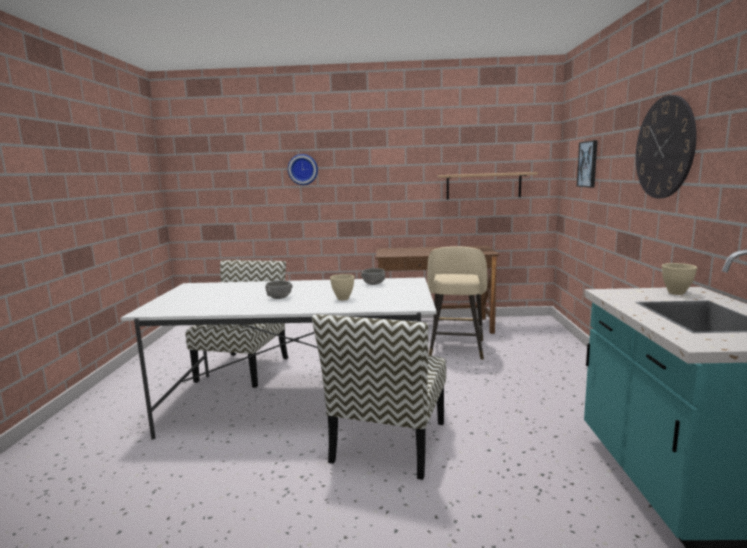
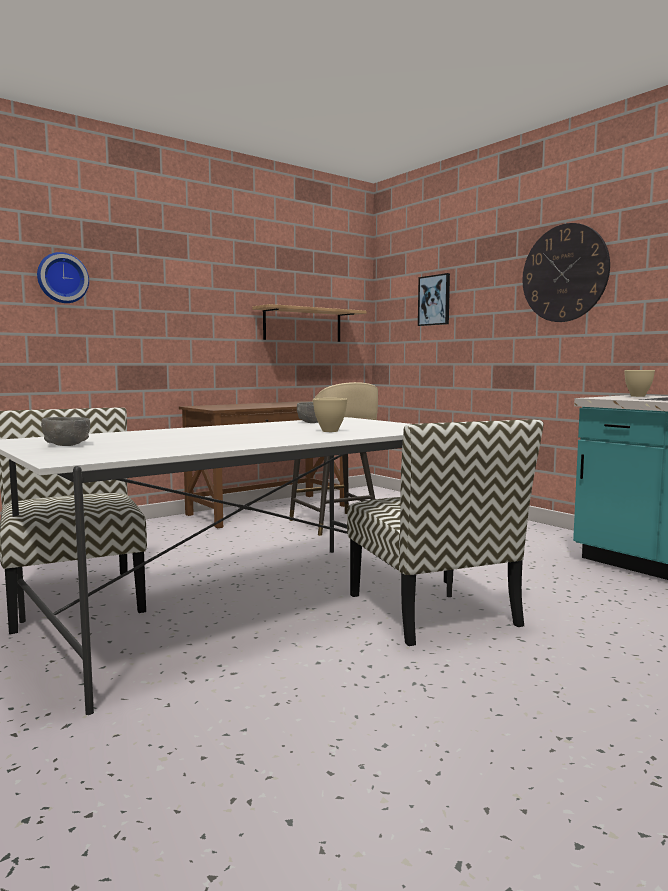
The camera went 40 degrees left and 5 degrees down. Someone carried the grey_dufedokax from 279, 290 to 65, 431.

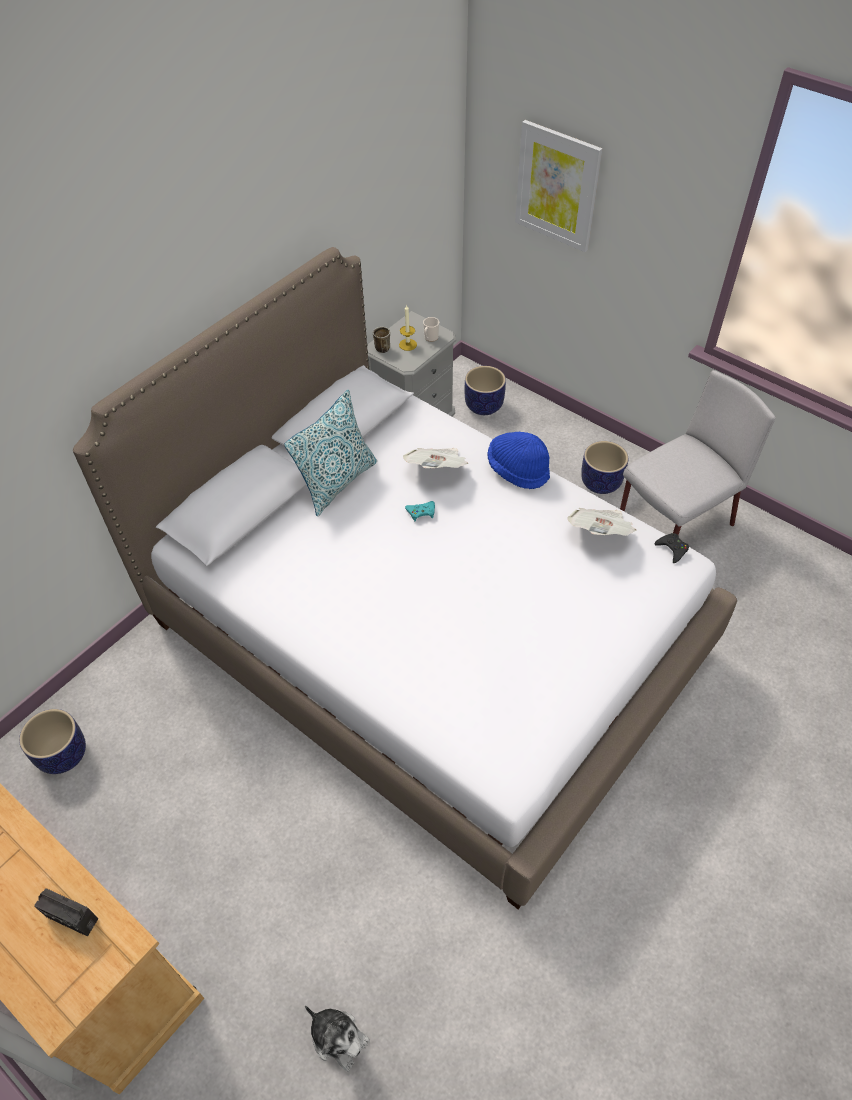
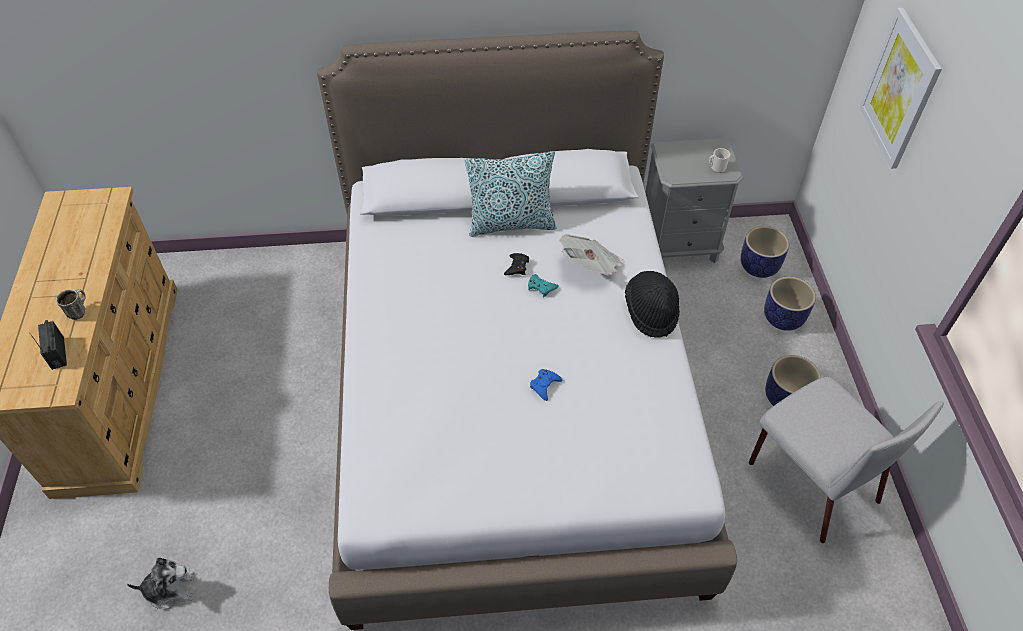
The camera went 45 degrees right and 0 degrees up. Someone carried the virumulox from 52, 741 to 790, 303. Someone rotated the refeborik at 337, 1038 by 90 degrees counterclockwise. Someone carried the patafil from 381, 339 to 71, 304. Someone took away the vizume at 408, 328. Someone repainted the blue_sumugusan at 518, 460, which became the black_sumugusan at 652, 304. Someone took away the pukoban at 601, 522. Someone rotated the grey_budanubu at 698, 452 by 45 degrees clockwise. Someone carried the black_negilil from 671, 548 to 516, 264. Someone put down the blue_negilil at 546, 385.

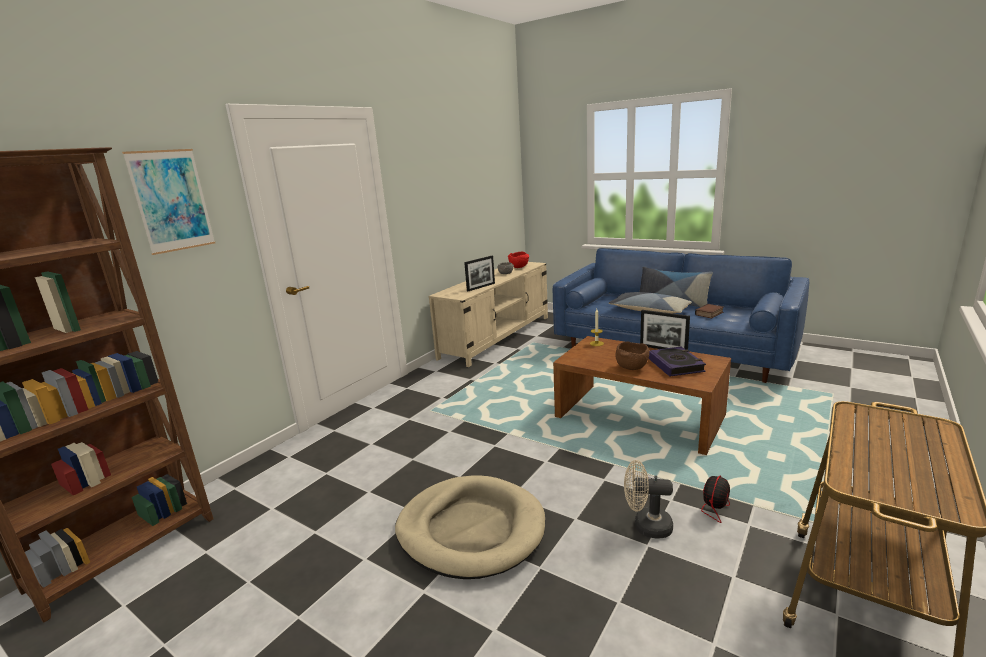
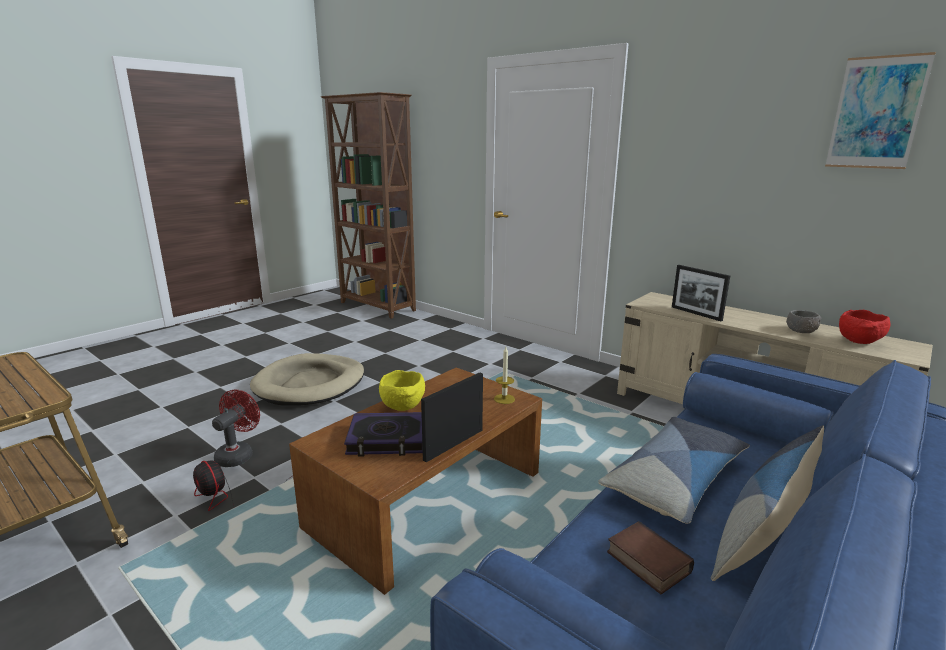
The camera went 95 degrees right and 0 degrees up. Someone carried the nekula from 168, 202 to 880, 110. Someone repainted the brown_dufedokax at 632, 355, which became the yellow_dufedokax at 402, 390. Someone repainted the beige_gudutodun at 648, 499, which became the red_gudutodun at 236, 428.

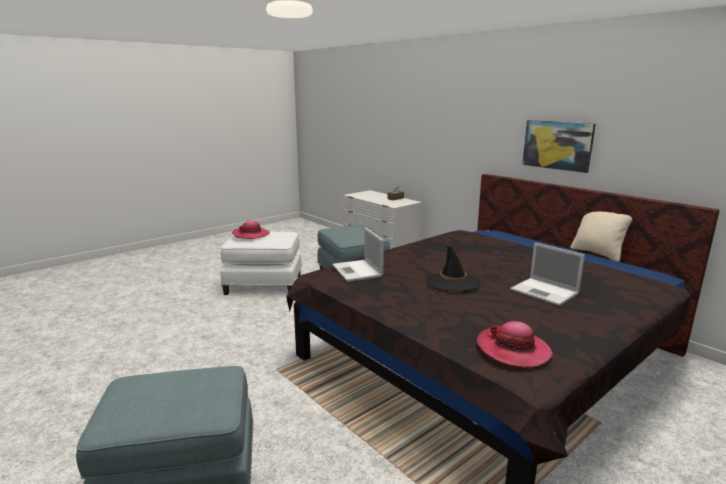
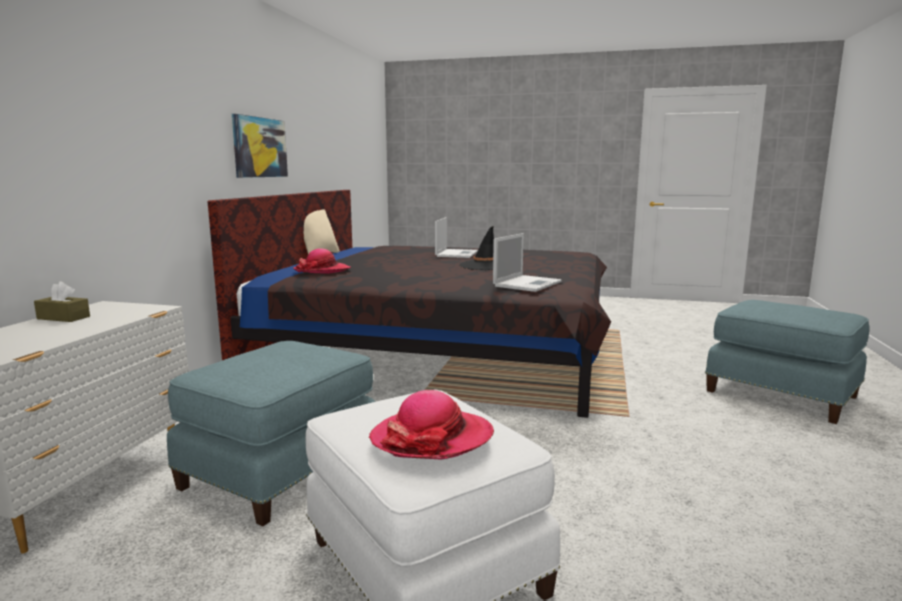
The camera went 125 degrees left and 5 degrees down. Someone carried the sumugusan from 515, 344 to 322, 261.

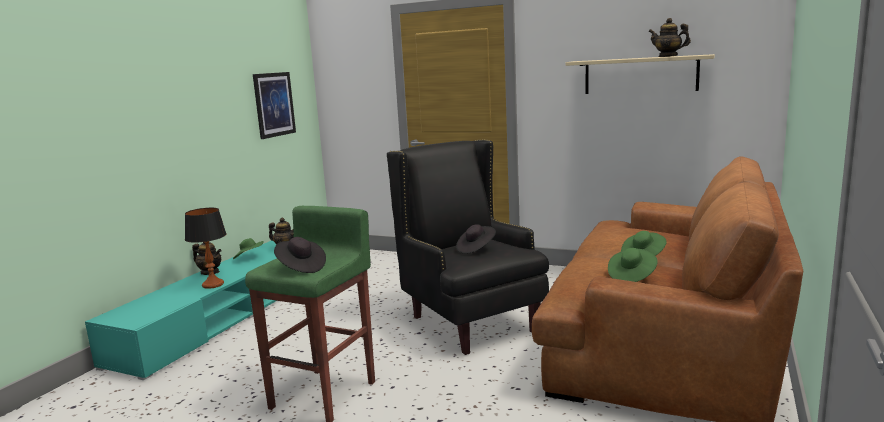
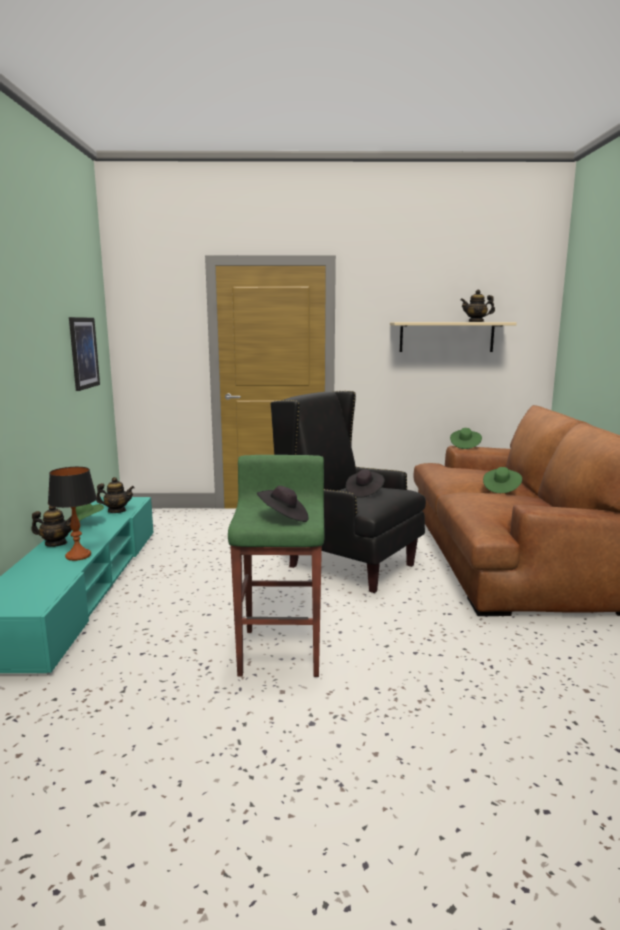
The camera went 25 degrees left and 0 degrees up. Someone carried the green_sumugusan from 633, 265 to 466, 438.

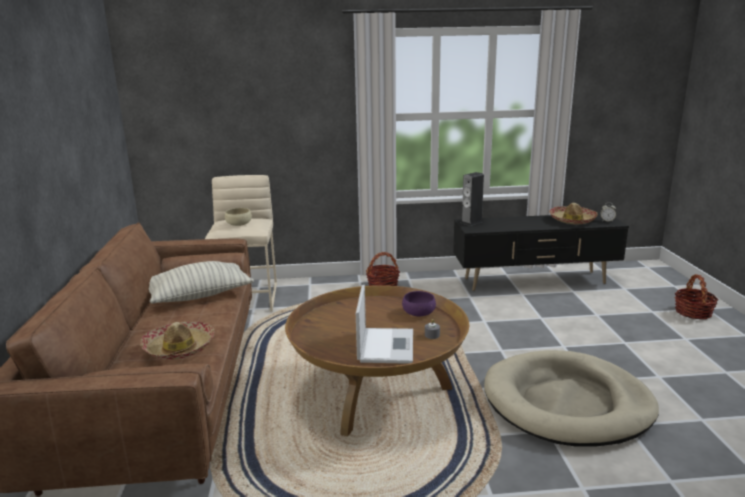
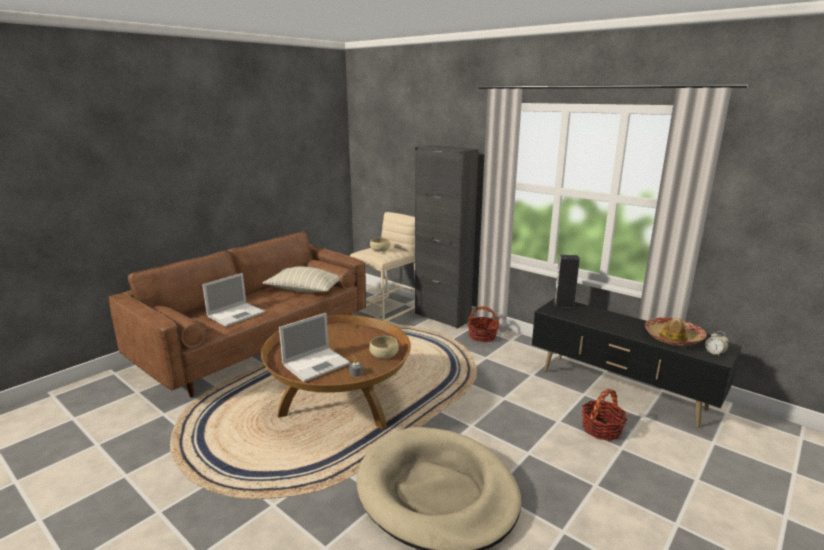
The camera went 45 degrees right and 0 degrees up. Someone swapped the sumugusan at 177, 340 for the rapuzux at 233, 300. Someone repainted the purple_dufedokax at 419, 303, which became the beige_dufedokax at 384, 347. Someone carried the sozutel from 696, 296 to 604, 415. Someone put down the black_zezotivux at 447, 237.

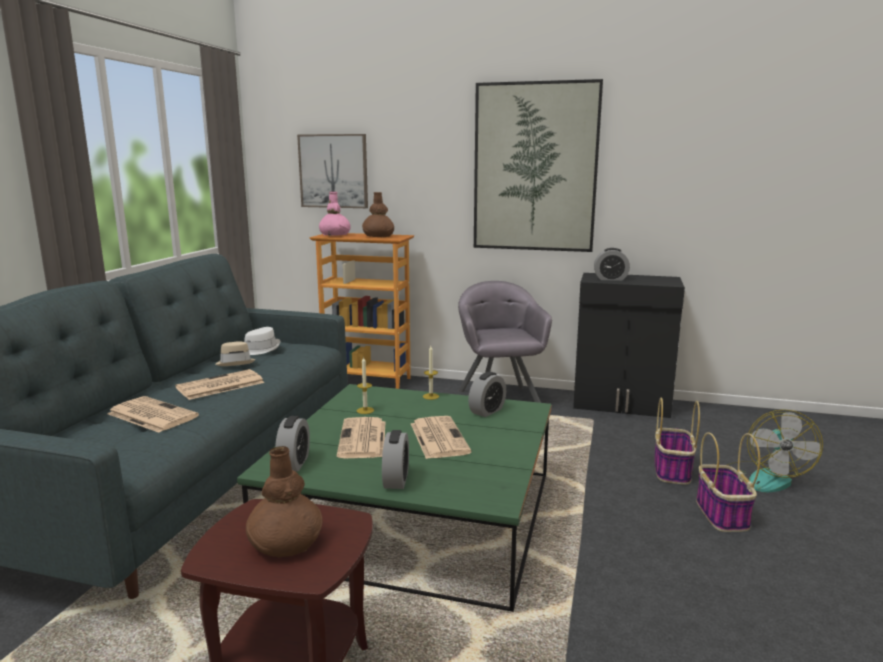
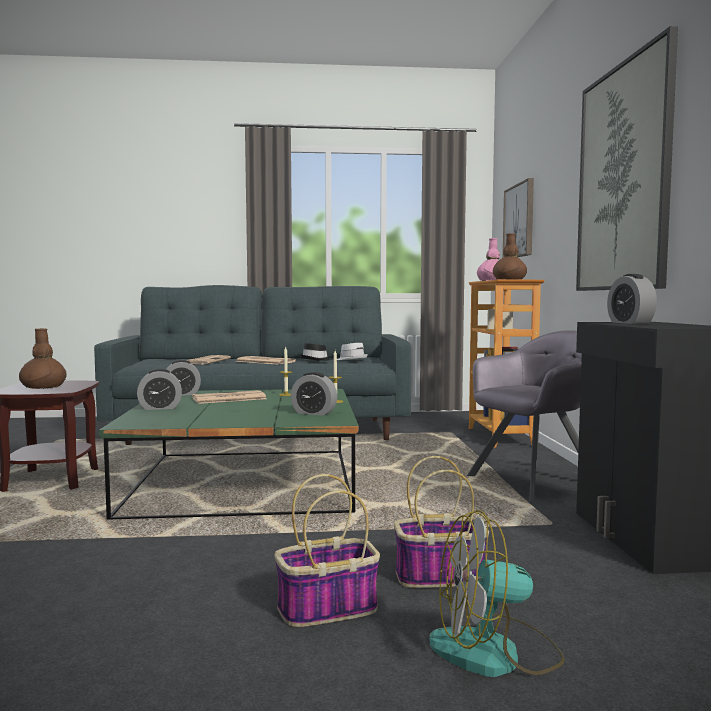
The camera went 70 degrees right and 10 degrees down. Someone repainted the beige_sumugusan at 235, 353, which became the black_sumugusan at 315, 352. Someone took away the pukoban at 441, 437.

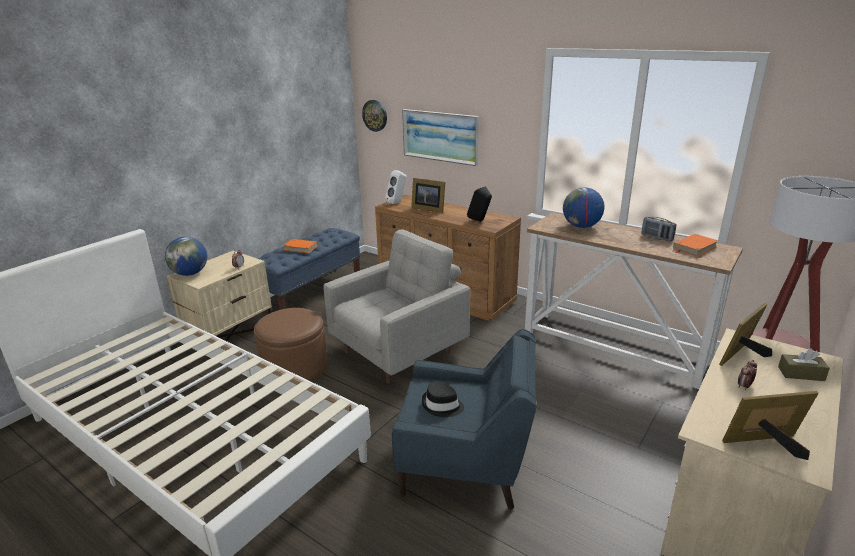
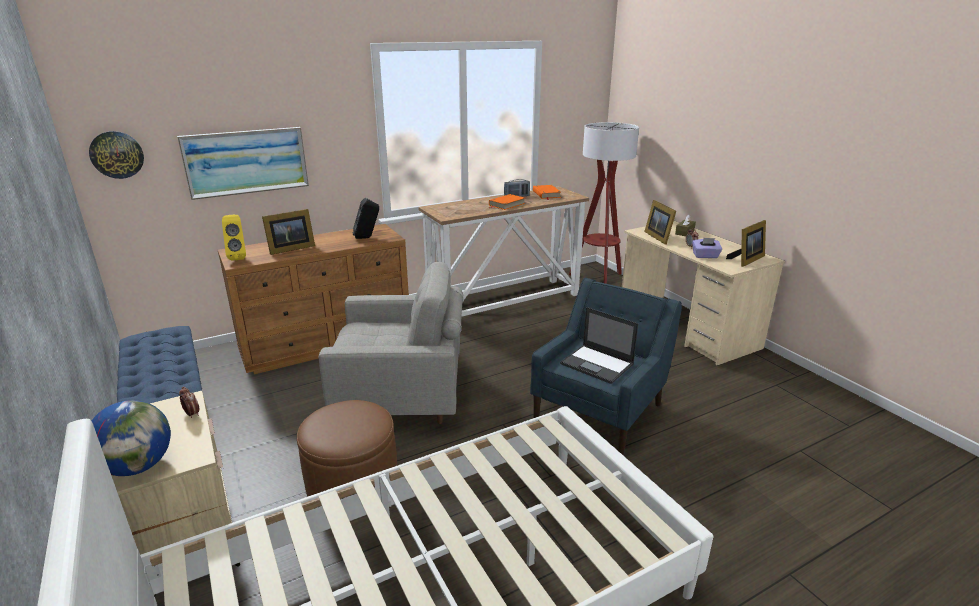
The camera went 65 degrees left and 0 degrees up. Someone carried the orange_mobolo from 300, 246 to 507, 202. Someone rotated the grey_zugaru at 396, 306 by 105 degrees clockwise. Someone repainted the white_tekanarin at 396, 187, which became the yellow_tekanarin at 234, 238. Someone swapped the black_sumugusan at 442, 399 for the rapuzux at 599, 345. Someone took away the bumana at 584, 207. Someone rotated the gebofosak at 770, 425 by 150 degrees counterclockwise. Someone put down the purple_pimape at 707, 248.

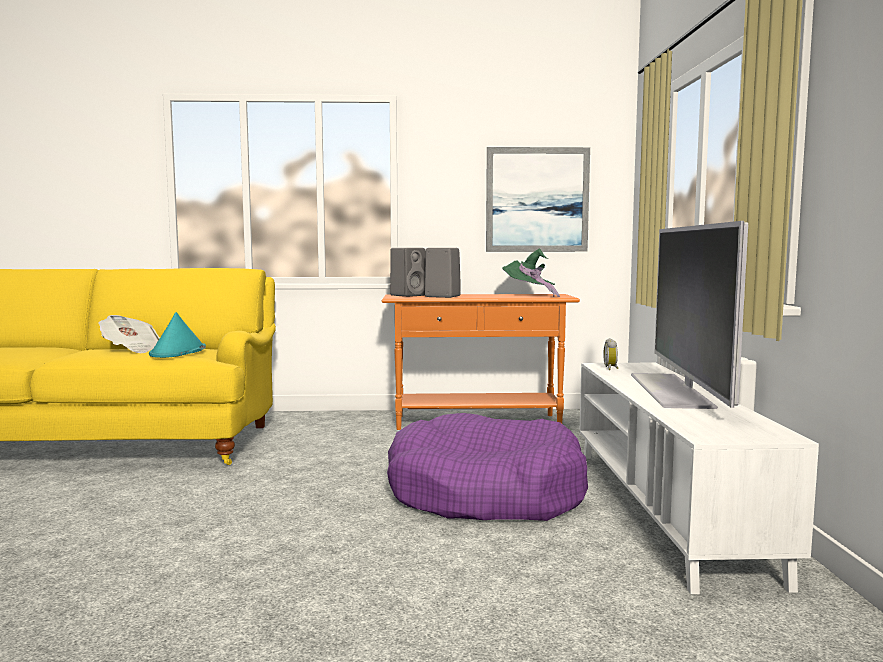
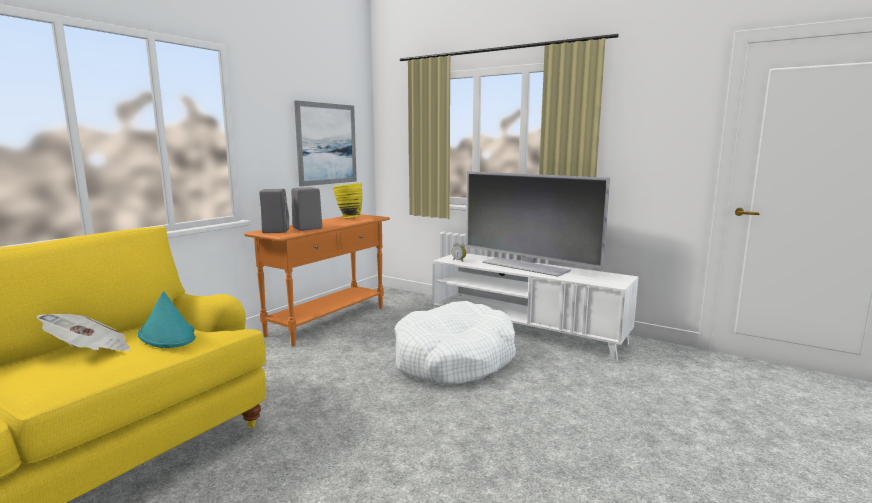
The camera went 55 degrees left and 5 degrees up. Someone repainted the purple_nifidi at 487, 467, which became the white_nifidi at 455, 343. Someone swapped the green_sumugusan at 531, 273 for the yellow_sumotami at 347, 200.

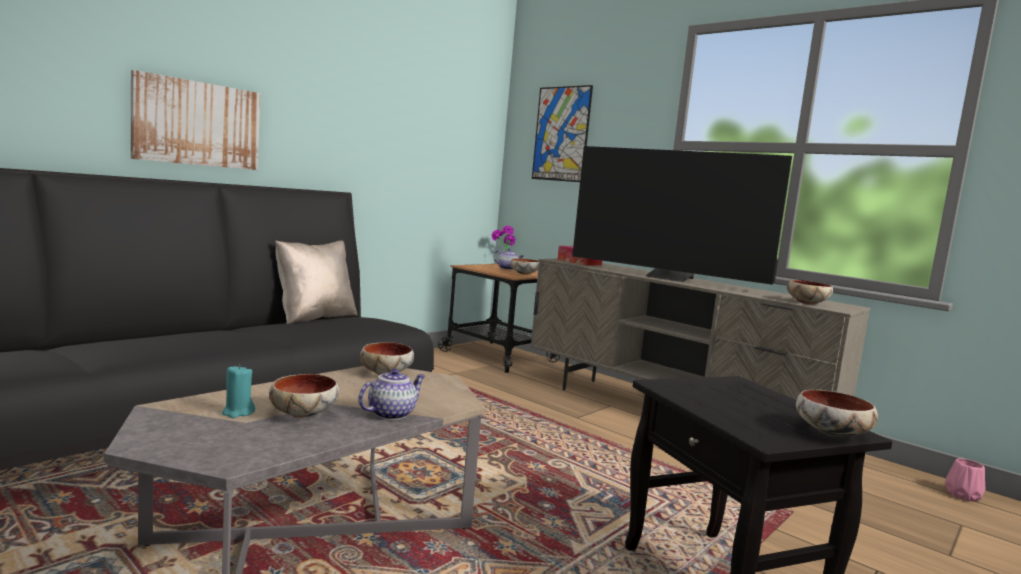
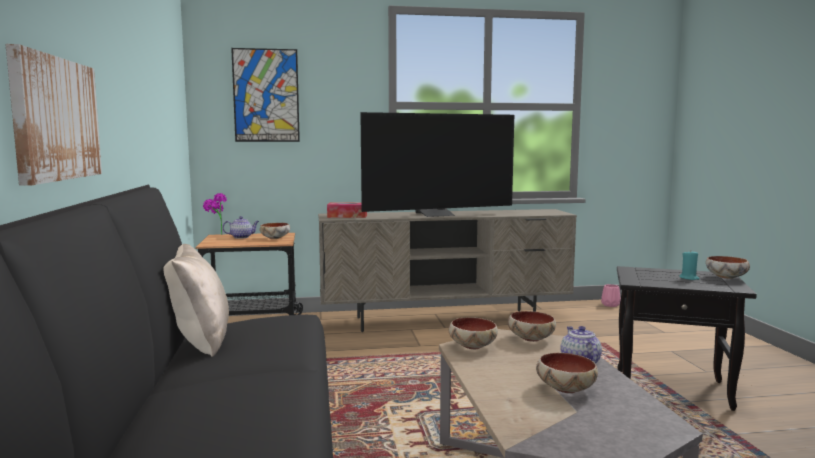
The camera went 50 degrees left and 0 degrees up. Someone carried the turquoise_vizume from 238, 391 to 689, 265. Someone carried the dufedokax from 810, 292 to 532, 326.

